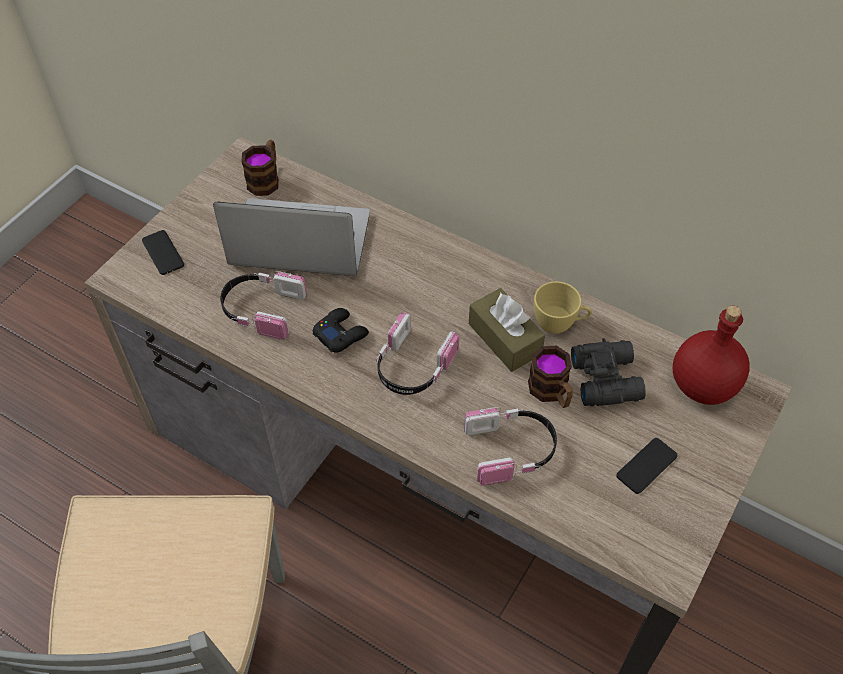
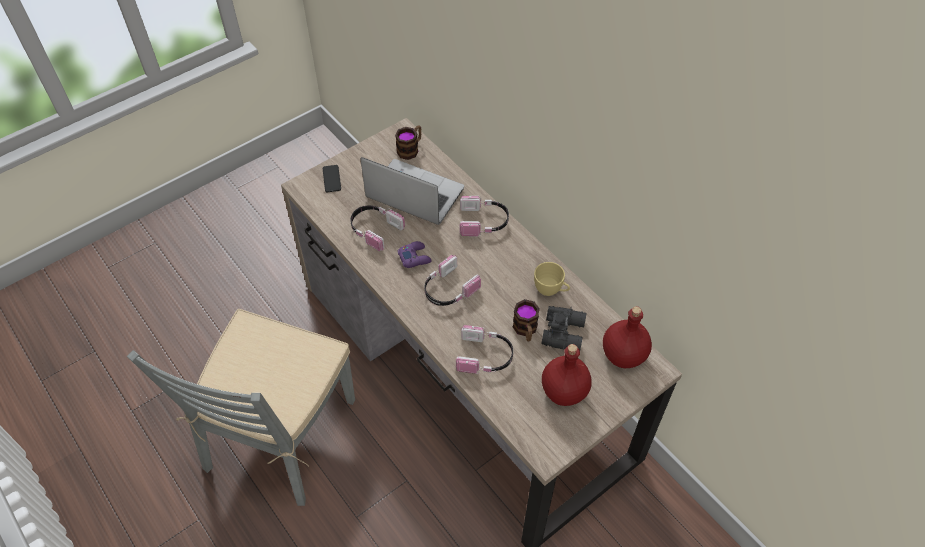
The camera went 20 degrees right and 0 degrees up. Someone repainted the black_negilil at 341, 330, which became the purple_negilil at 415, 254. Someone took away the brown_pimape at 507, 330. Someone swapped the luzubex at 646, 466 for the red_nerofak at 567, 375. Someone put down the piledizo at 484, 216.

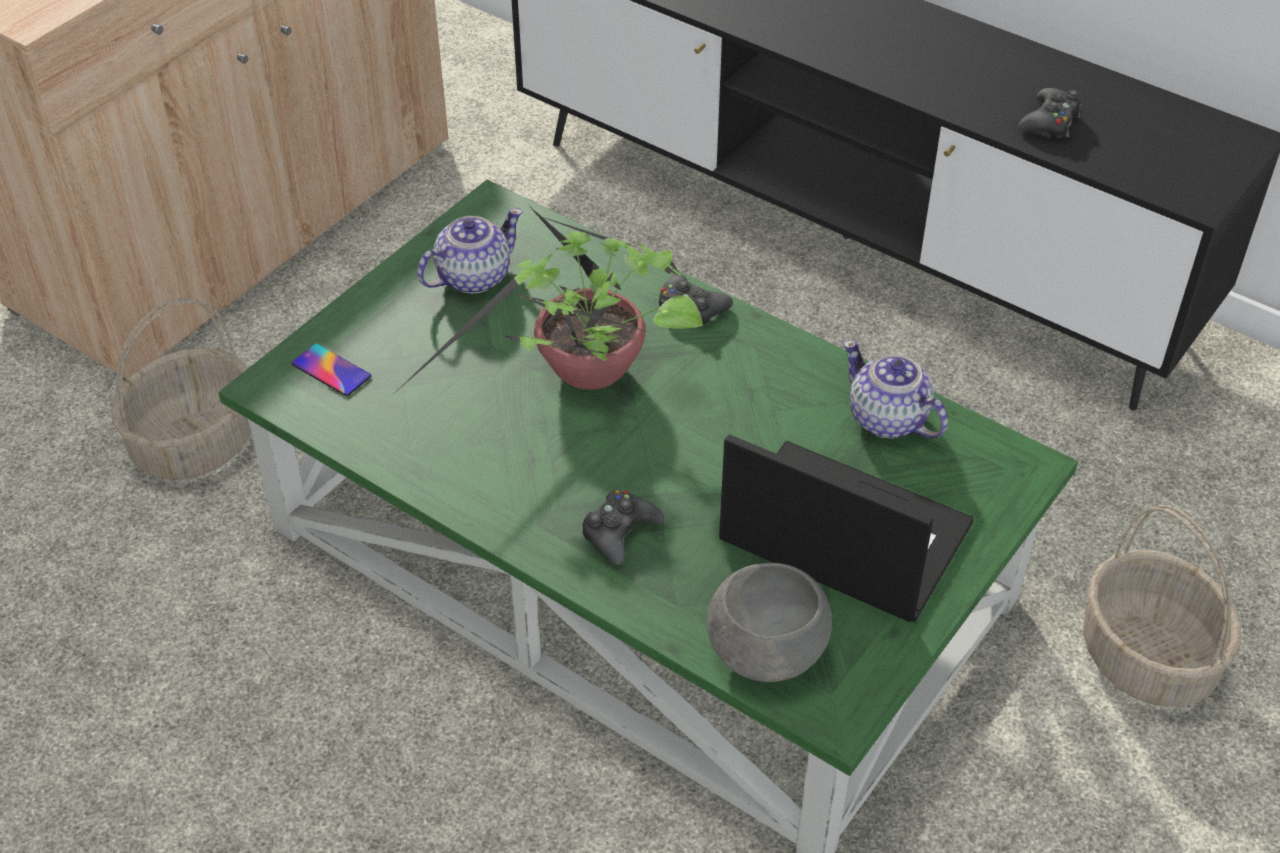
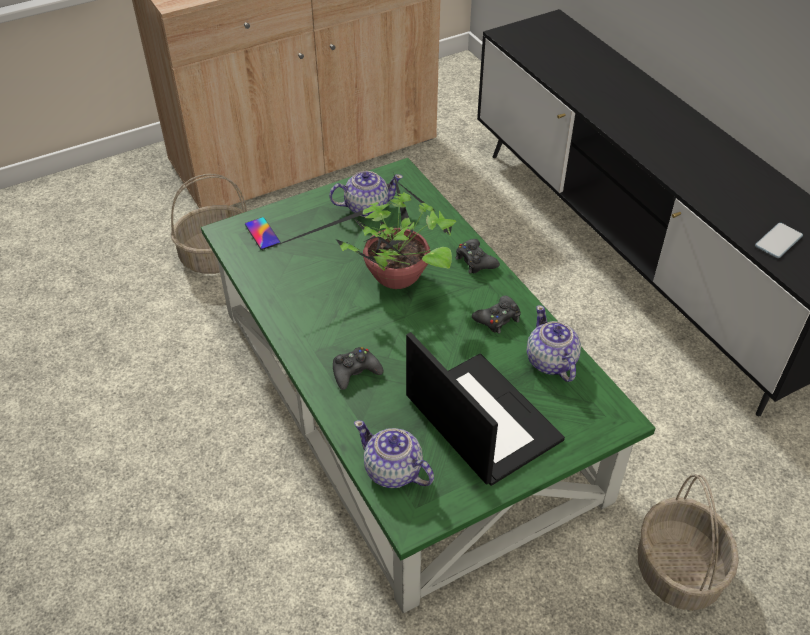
The camera went 25 degrees right and 0 degrees up. Someone swapped the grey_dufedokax at 769, 622 for the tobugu at 394, 454. Someone carried the black_negilil from 1050, 113 to 496, 314. Someone put down the luzubex at 779, 240.

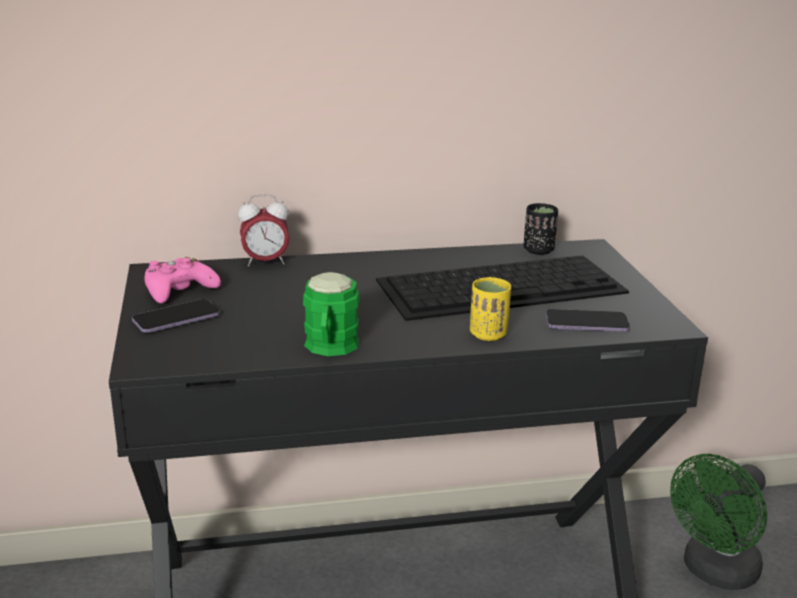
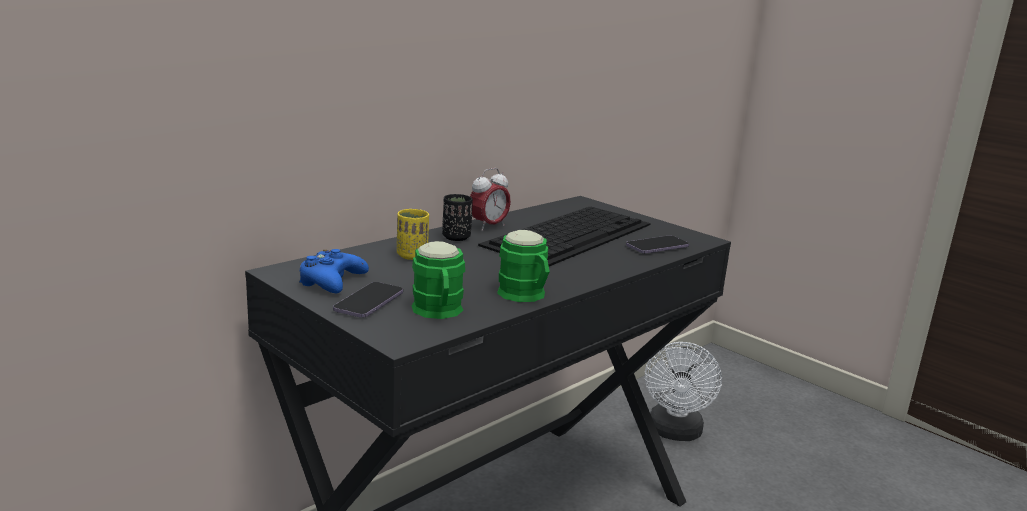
The camera went 35 degrees left and 5 degrees down. Someone repainted the pink_negilil at 182, 280, which became the blue_negilil at 334, 271. Someone carried the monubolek from 263, 230 to 490, 199. Someone carried the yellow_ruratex from 490, 309 to 413, 234. Someone carried the black_ruratex from 540, 229 to 457, 217. Someone repainted the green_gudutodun at 718, 522, which became the white_gudutodun at 683, 391. Someone put down the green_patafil at 438, 280.

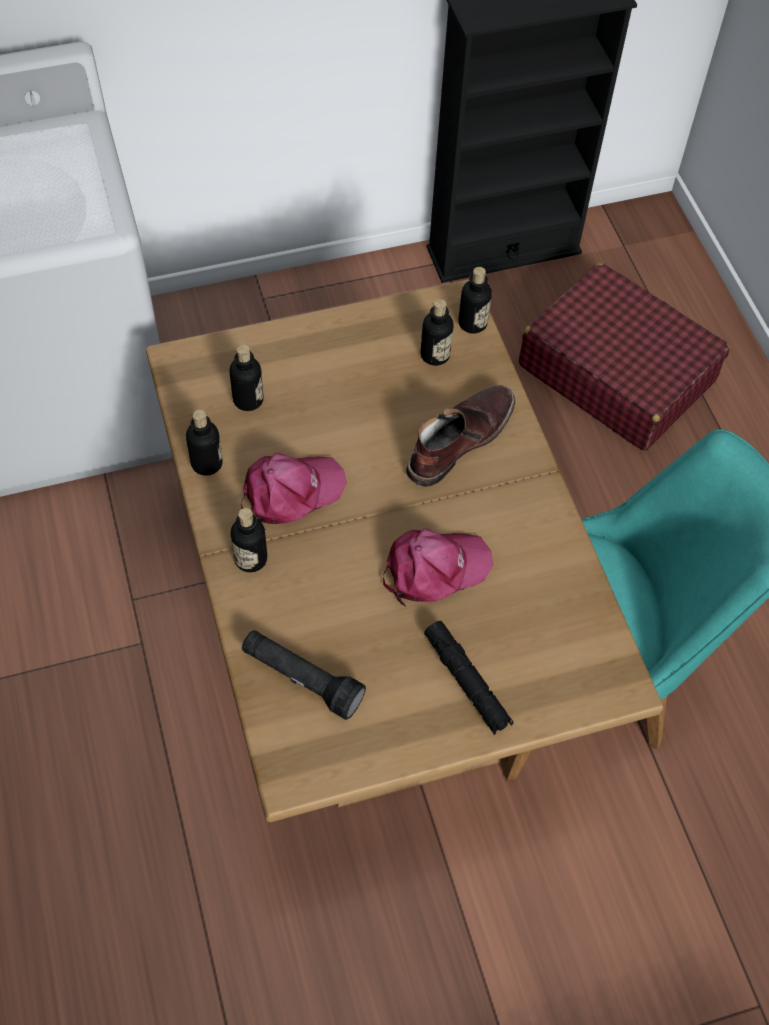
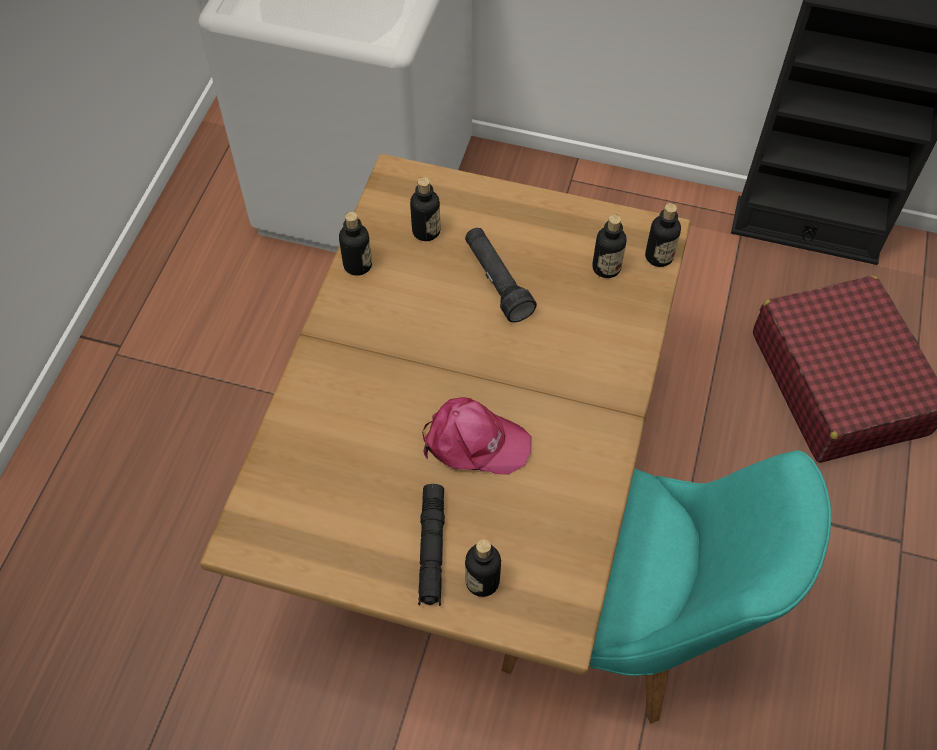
The camera went 35 degrees right and 0 degrees up. Someone carried the nerofak from 249, 540 to 483, 568. Someone took away the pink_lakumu at 294, 491. Someone carried the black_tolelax from 304, 675 to 501, 275. Someone took away the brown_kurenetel at 460, 436.

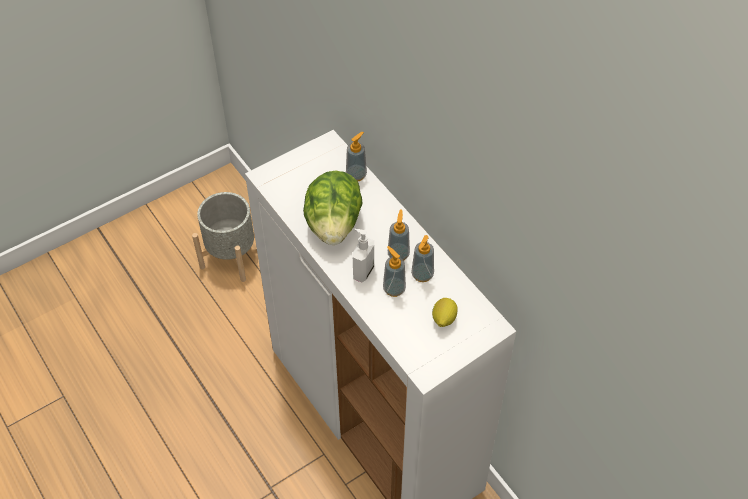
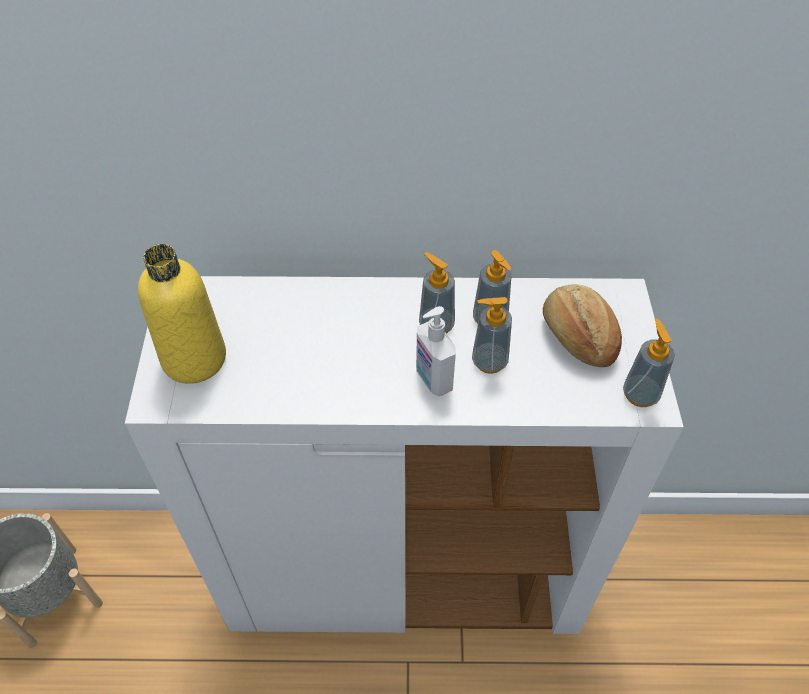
The camera went 55 degrees left and 0 degrees up. Someone took away the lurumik at 333, 207. Someone carried the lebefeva from 356, 156 to 649, 363. Someone swapped the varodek at 445, 312 for the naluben at 582, 325. Someone put down the yellow_nerofak at 182, 314.

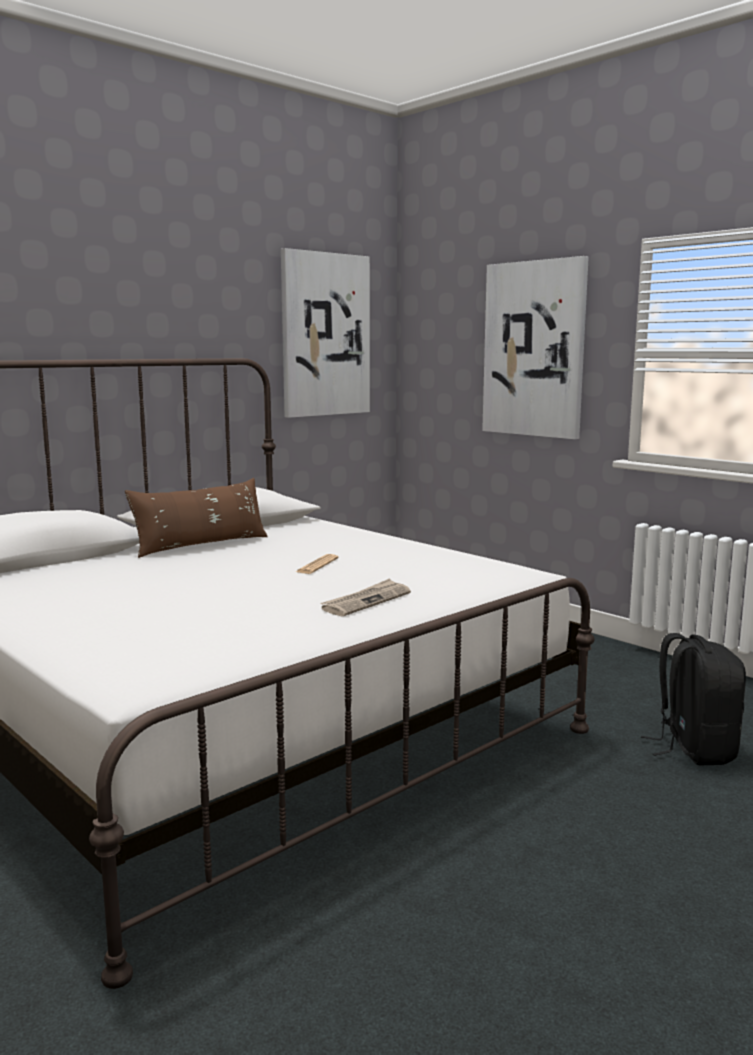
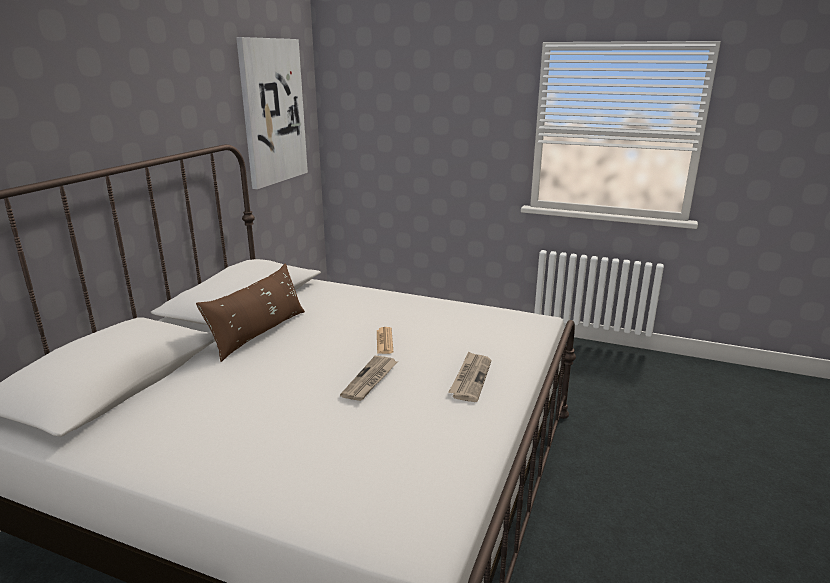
The camera went 25 degrees left and 10 degrees up. Someone took away the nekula at 535, 347. Someone took away the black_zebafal at 693, 699. Someone put down the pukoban at 368, 378.

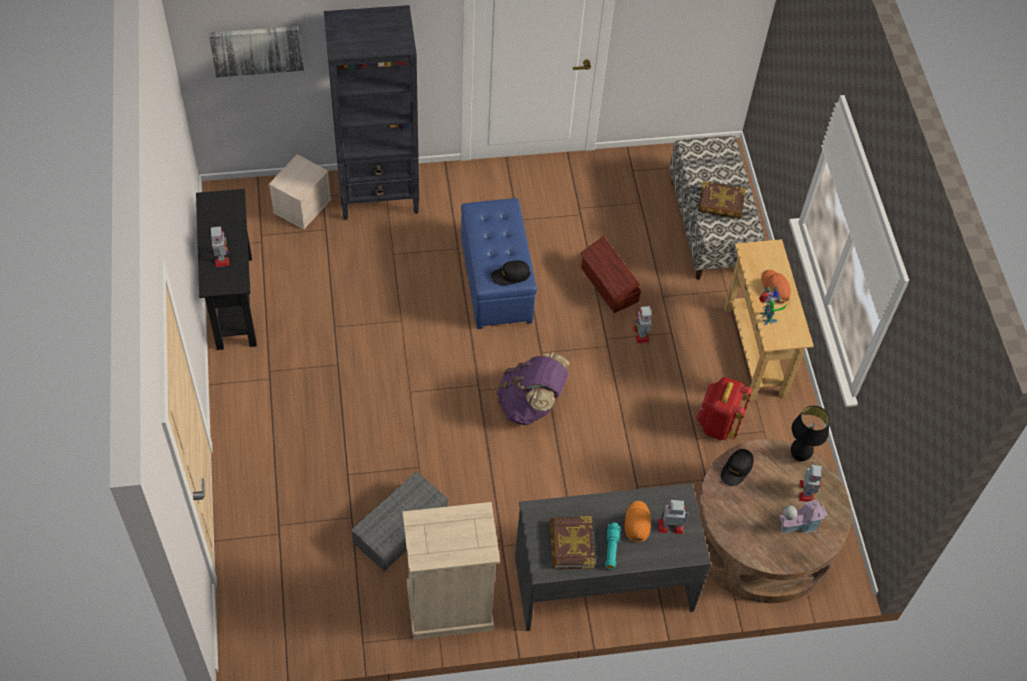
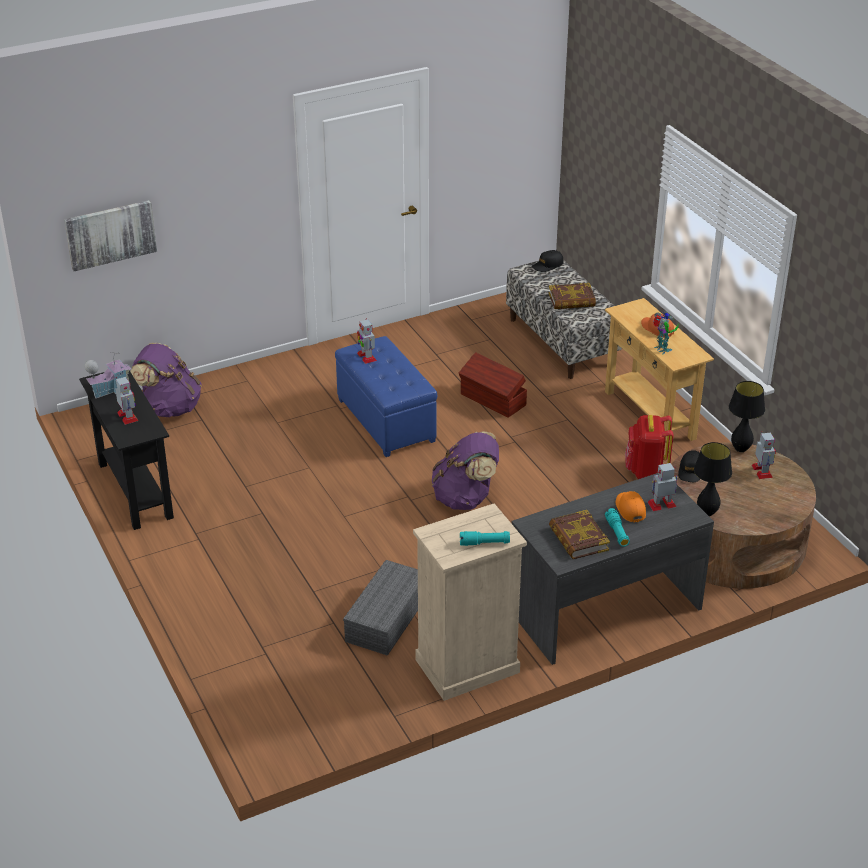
The camera went 15 degrees left and 20 degrees down. Someone swapped the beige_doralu at 300, 191 for the purple_zebafal at 166, 380. Someone took away the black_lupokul at 371, 112. Someone carried the black_lakumu from 511, 273 to 548, 261. Someone carried the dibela from 643, 324 to 367, 341. Someone carried the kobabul from 803, 516 to 108, 375. Someone put down the turquoise_tolelax at 485, 538. Someone put down the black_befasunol at 713, 479.

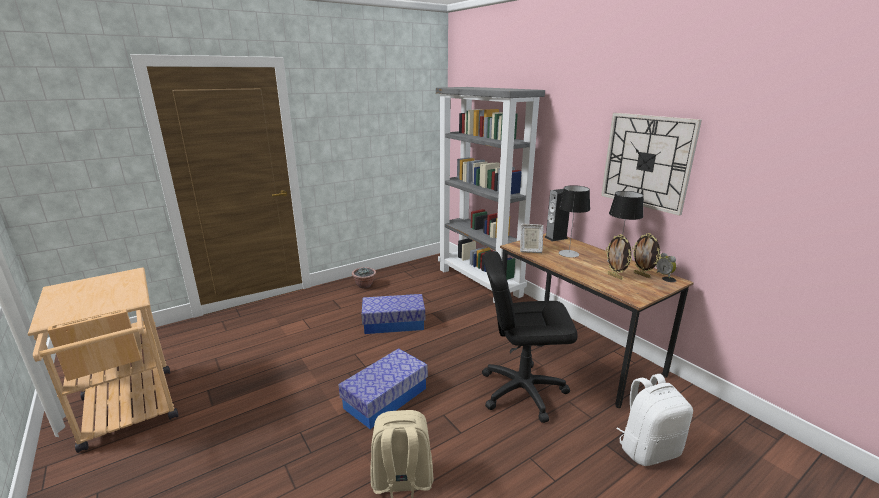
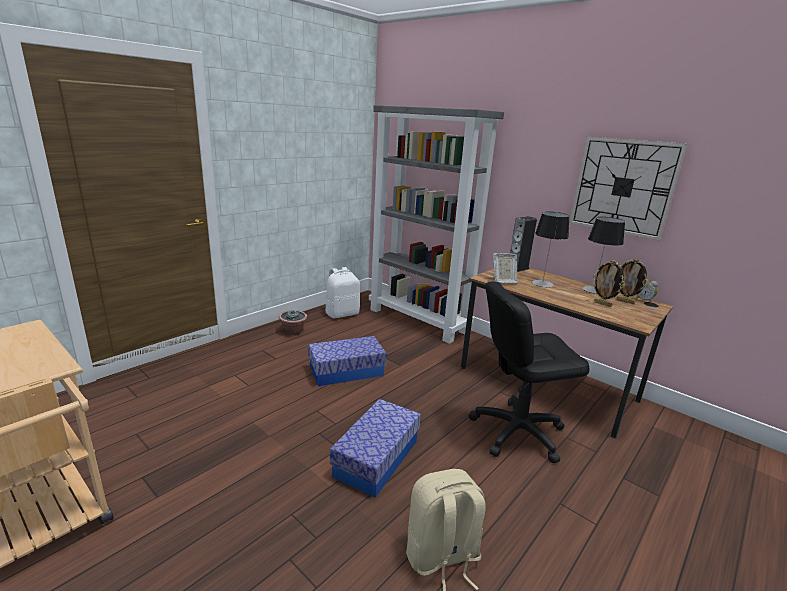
The camera went 15 degrees left and 0 degrees up. Someone carried the white_zebafal from 654, 420 to 342, 292.

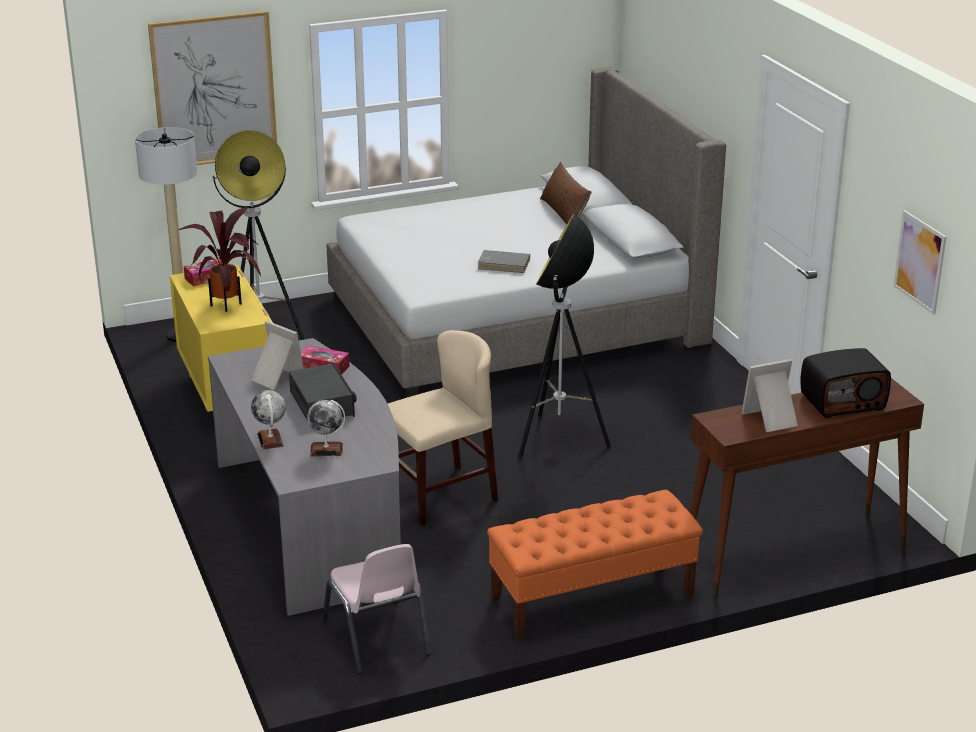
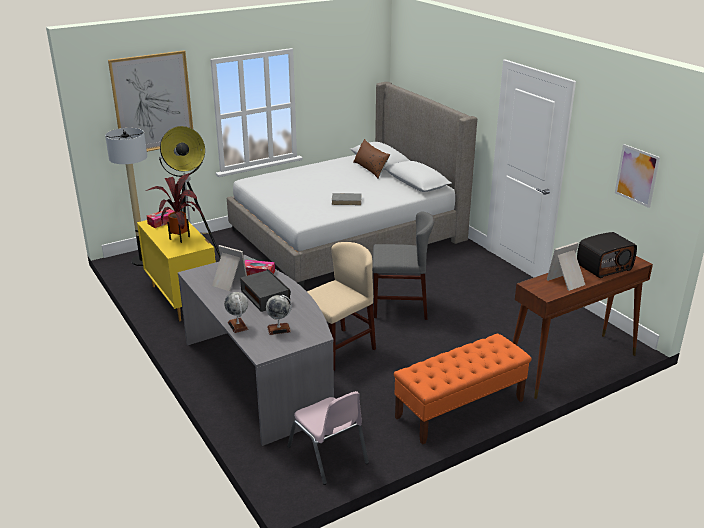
The camera went 10 degrees left and 0 degrees up. Someone swapped the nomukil at 564, 336 for the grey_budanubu at 403, 265.

